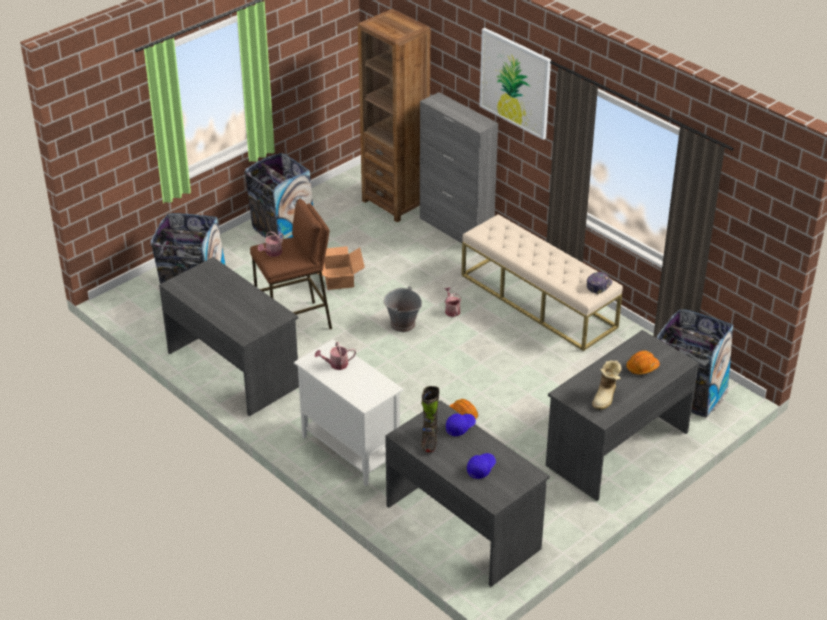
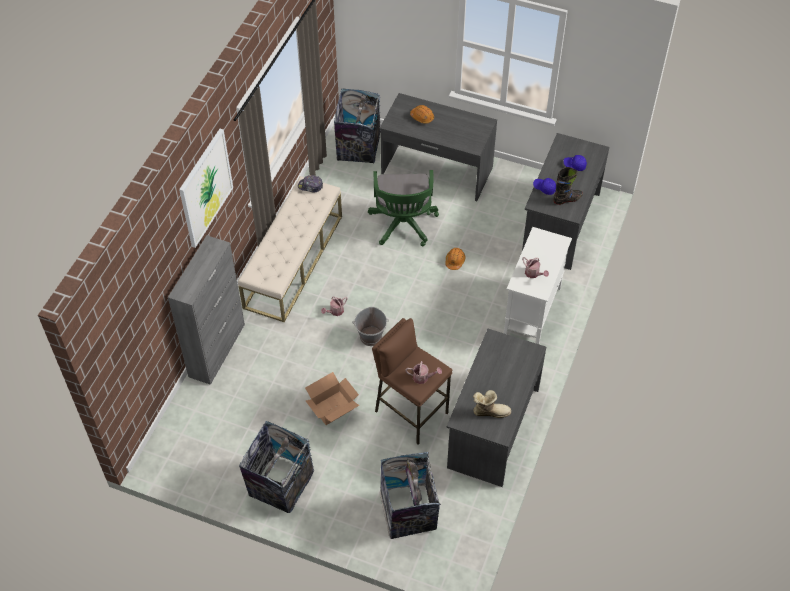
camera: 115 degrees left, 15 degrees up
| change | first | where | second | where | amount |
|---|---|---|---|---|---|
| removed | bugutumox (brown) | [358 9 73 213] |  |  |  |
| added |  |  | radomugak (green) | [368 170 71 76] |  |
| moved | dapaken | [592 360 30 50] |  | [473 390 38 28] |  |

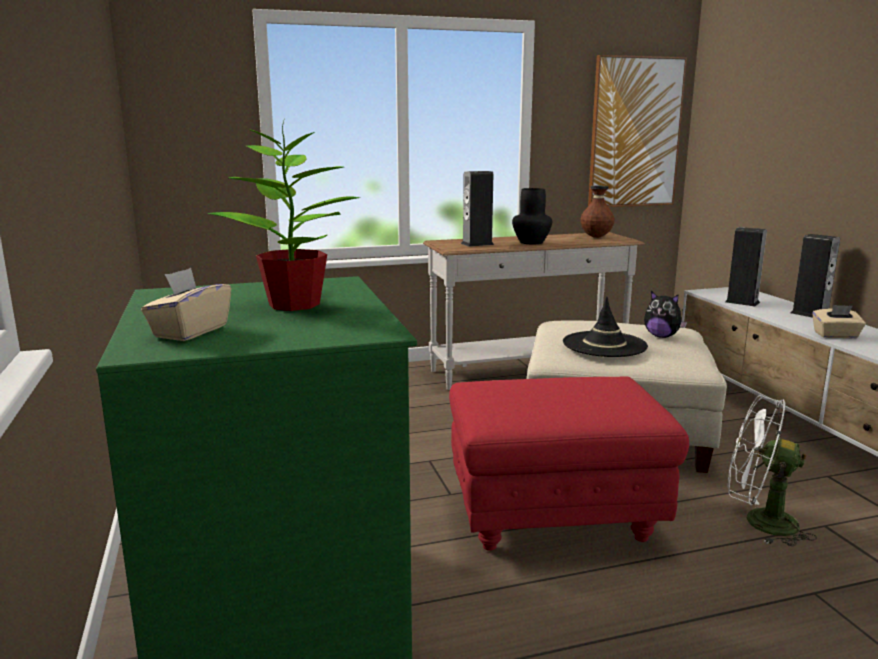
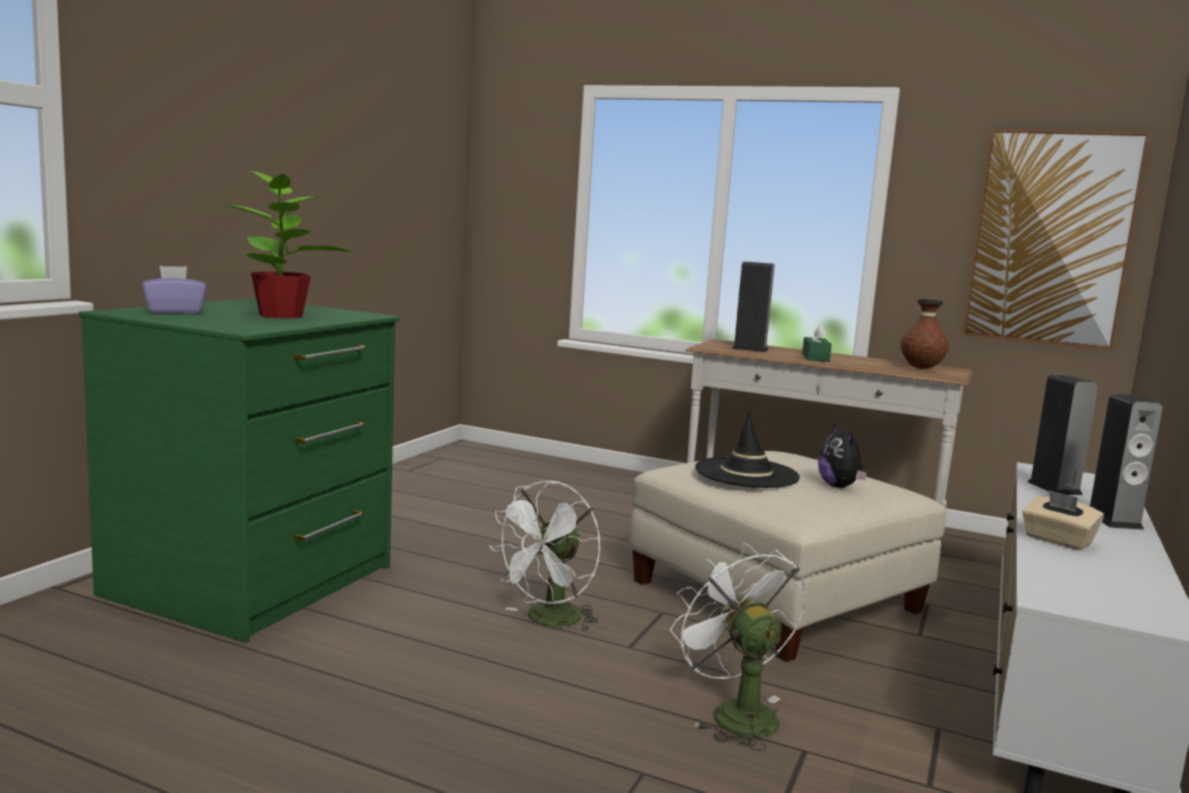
camera: 40 degrees right, 5 degrees down
| change | first | where | second | where | amount |
|---|---|---|---|---|---|
| replaced | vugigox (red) | [449 376 240 175] | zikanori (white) | [489 481 111 151] |  |
| replaced | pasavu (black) | [512 188 40 56] | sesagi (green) | [802 323 30 39] |  |
| recoloured | sesagi (beige) | [141 268 90 73] | sesagi (purple) | [142 266 65 48] |  |

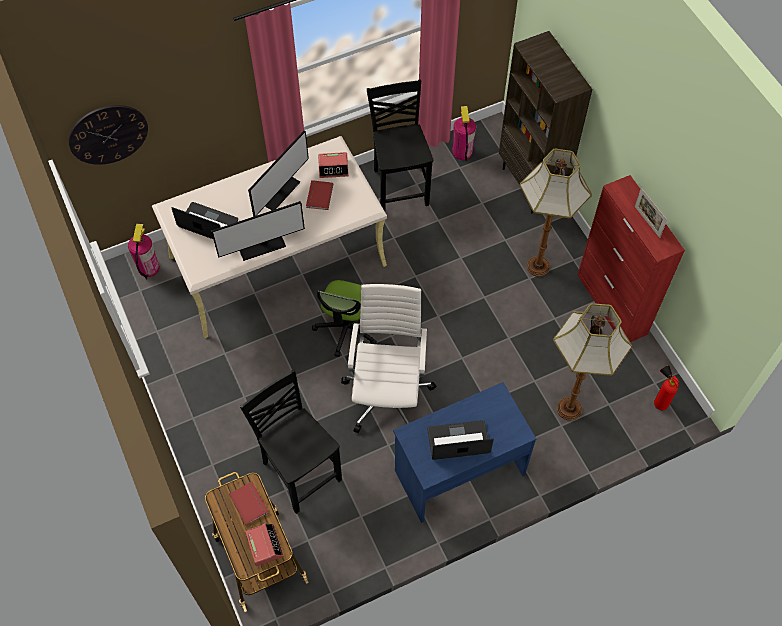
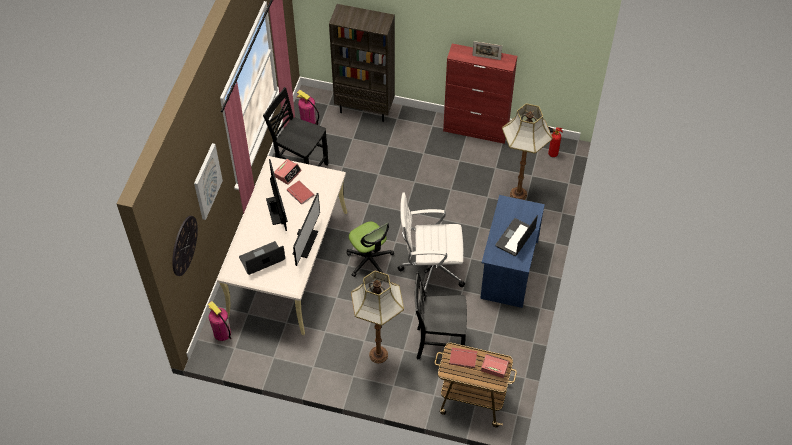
camera: 50 degrees left, 5 degrees down
| change | first | where | second | where | amount |
|---|---|---|---|---|---|
| added |  |  | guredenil | [194 143 29 77] |  |
| moved | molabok | [520 149 72 128] |  | [351 271 53 92] |  |
| turned | radomugak (white) | [341 284 95 149] |  | [398 192 67 105] | 45 degrees counterclockwise |

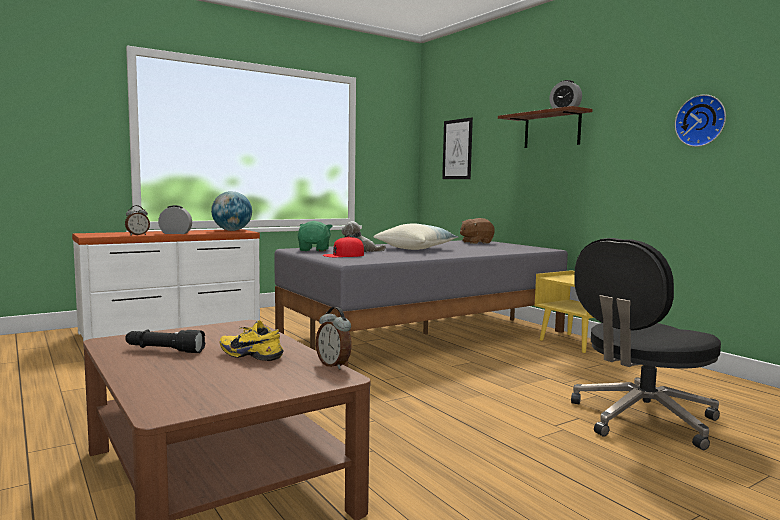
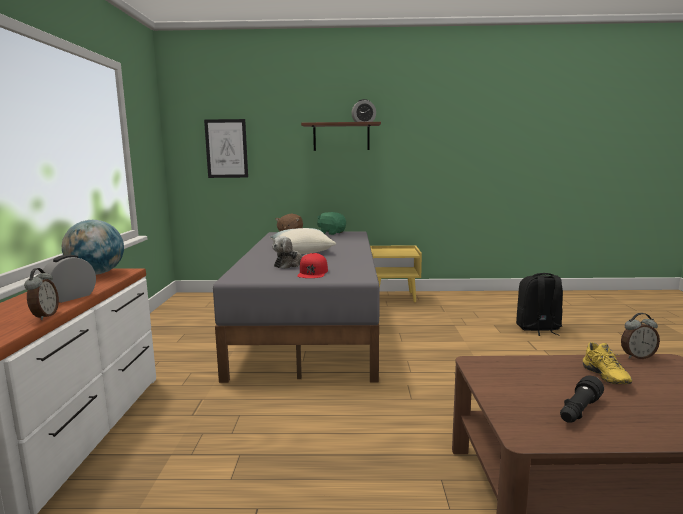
camera: 55 degrees left, 5 degrees up
| change | first | where | second | where | amount |
|---|---|---|---|---|---|
| removed | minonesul | [675 94 51 53] |  |  |  |
| moved | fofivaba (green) | [298 221 34 30] |  | [317 212 29 23] |  |
| replaced | radomugak (black) | [571 238 150 212] | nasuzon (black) | [516 273 47 63] |  |
| turned | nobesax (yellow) | [220 320 64 41] |  | [583 342 49 42] | 60 degrees counterclockwise |

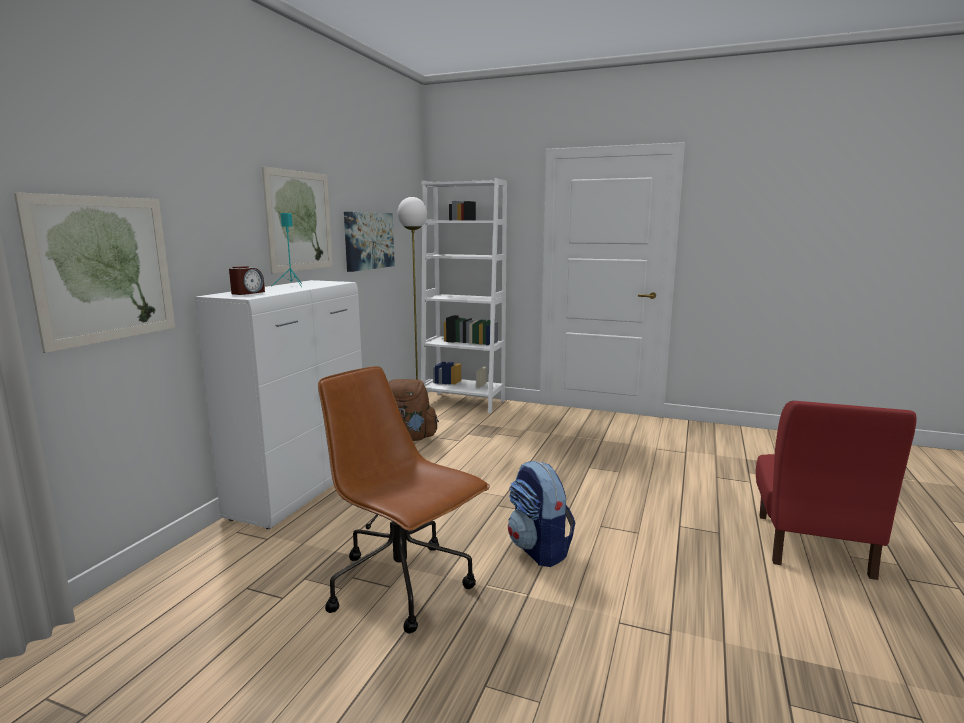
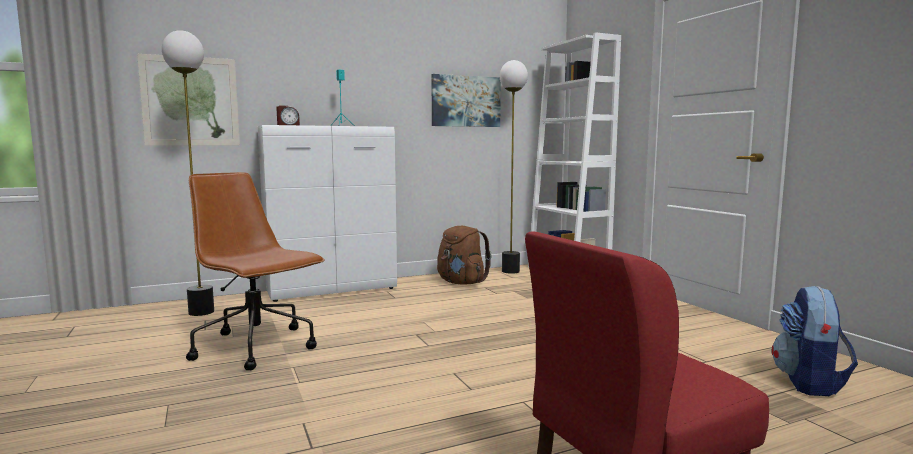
camera: 45 degrees right, 5 degrees down
| change | first | where | second | where | amount |
|---|---|---|---|---|---|
| removed | guredenil | [262 166 71 108] |  |  |  |
| added |  |  | molabok | [162 30 52 286] |  |
| moved | nasuzon | [508 461 67 106] |  | [772 286 86 110] |  |
| turned | radomugak (brown) | [318 366 172 268] |  | [186 172 139 198] | 45 degrees counterclockwise |

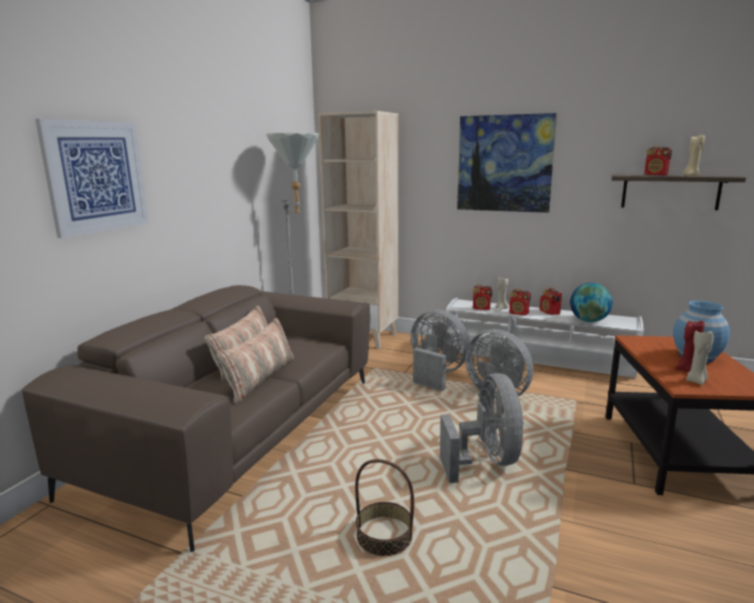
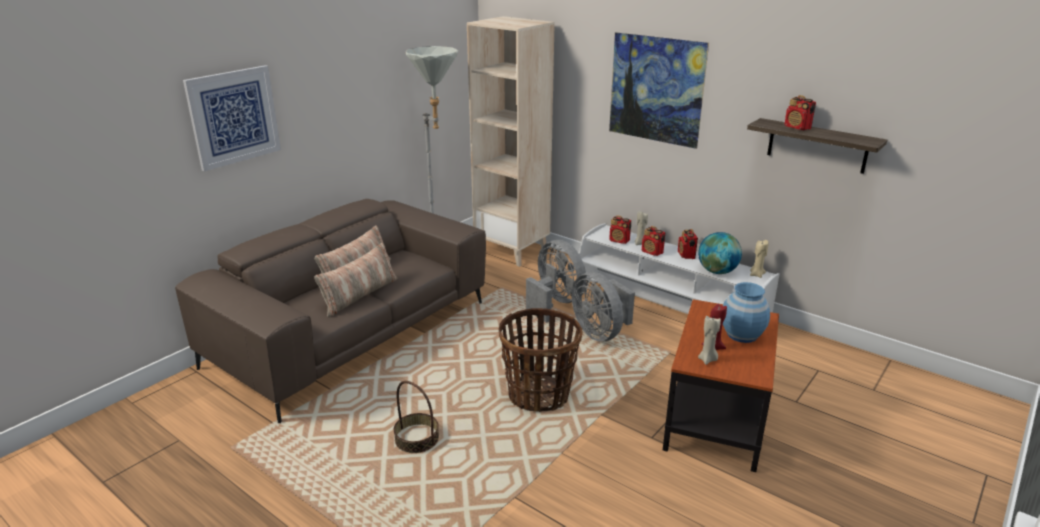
camera: 15 degrees right, 10 degrees up
| change | first | where | second | where | amount |
|---|---|---|---|---|---|
| moved | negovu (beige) | [683 135 22 41] |  | [750 240 19 38] |  |
| replaced | zikanori (grey) | [440 373 84 110] | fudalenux | [499 308 83 104] |  |

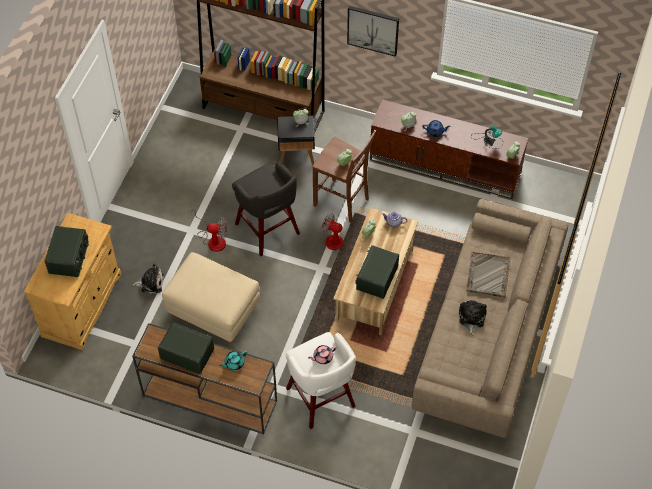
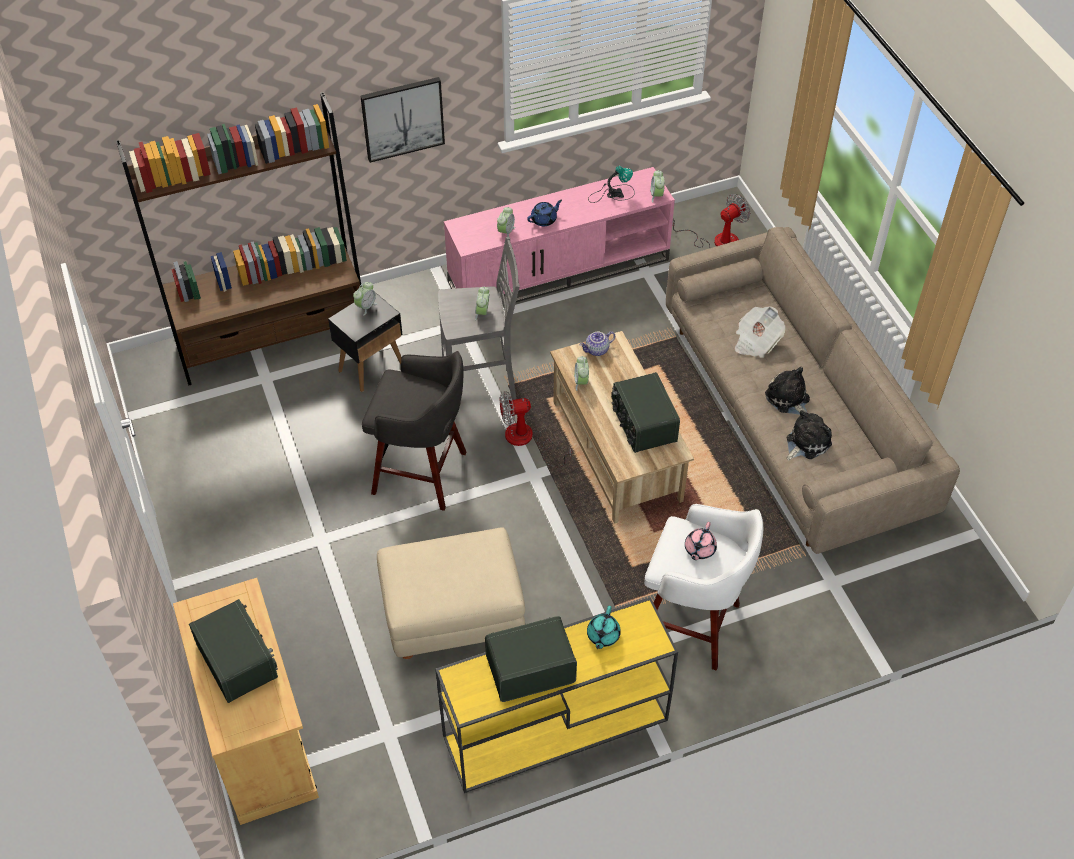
camera: 40 degrees left, 5 degrees down
| change | first | where | second | where | amount |
|---|---|---|---|---|---|
| moved | fofivaba | [132 264 32 30] |  | [787 410 45 50] |  |
| moved | zikanori | [191 209 36 43] |  | [672 194 79 54] |  |
| replaced | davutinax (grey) | [467 251 43 46] | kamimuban | [735 307 50 51] |  |
| recoloured | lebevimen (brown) | [132 323 145 111] | lebevimen (yellow) | [435 597 243 196] |  |
| recoloured | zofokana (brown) | [313 130 63 93] | zofokana (grey) | [438 237 82 163] |  |
| recoloured | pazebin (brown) | [370 99 158 100] | pazebin (pink) | [444 167 231 139] |  |

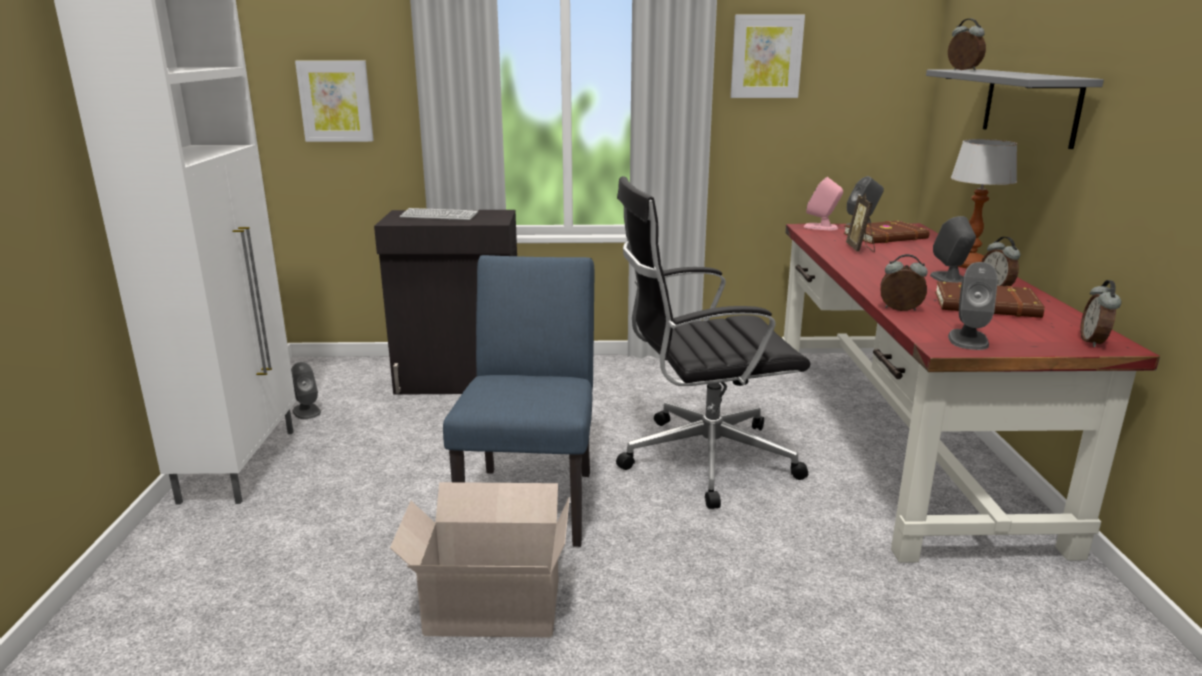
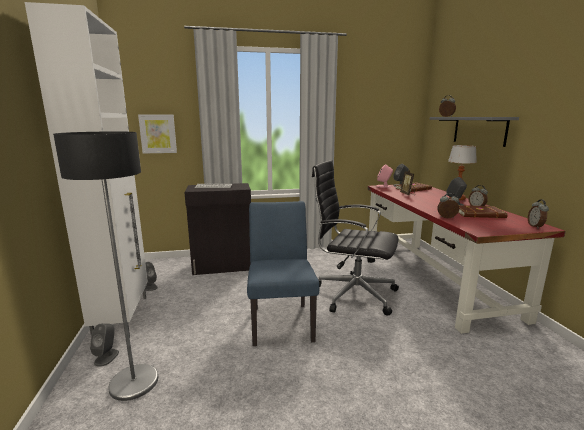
camera: 10 degrees left, 5 degrees down
| change | first | where | second | where | amount |
|---|---|---|---|---|---|
| removed | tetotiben | [390 482 180 155] |  |  |  |
| removed | guredenil | [730 15 75 83] |  |  |  |
| added |  |  | molabok | [53 131 105 270] |  |
| moved | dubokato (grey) | [948 262 50 88] |  | [90 324 29 43] |  |
| turned | radomugak (black) | [616 176 194 333] |  | [312 160 87 156] | 45 degrees clockwise |

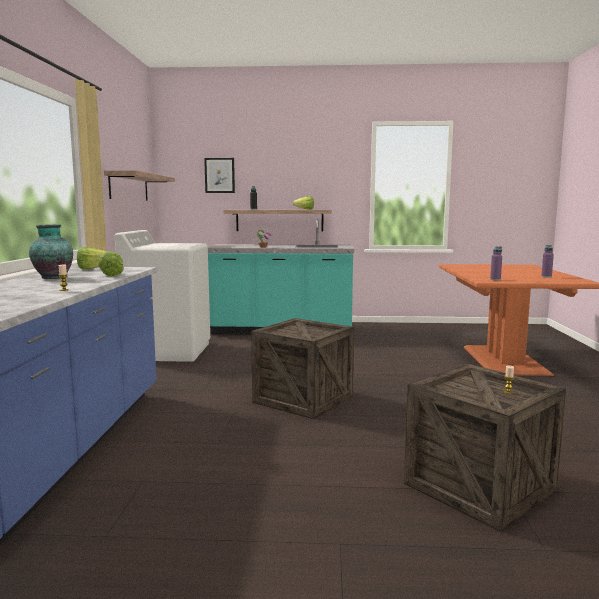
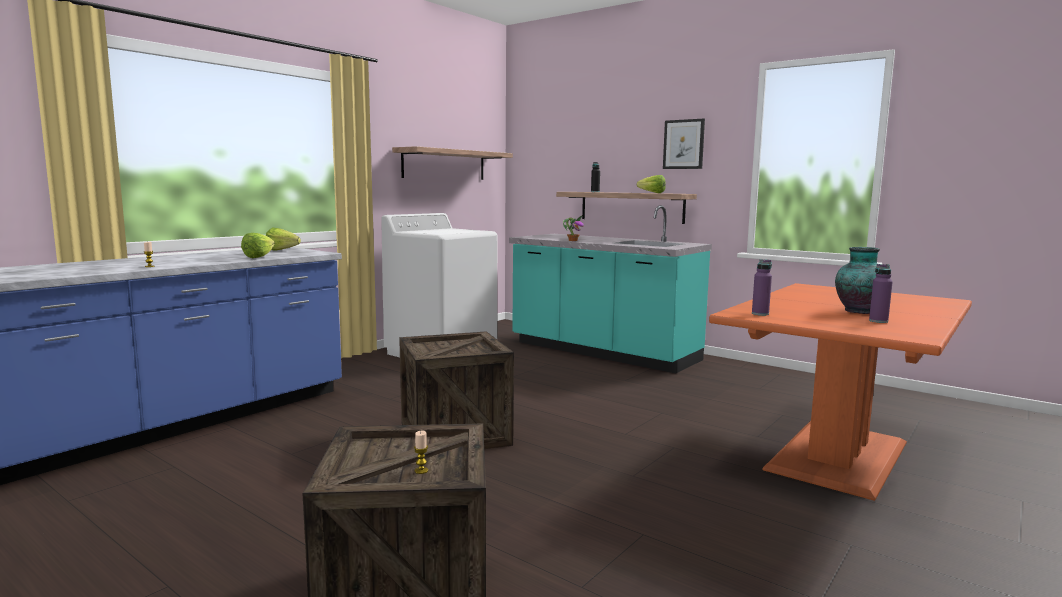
camera: 35 degrees right, 0 degrees up
| change | first | where | second | where | amount |
|---|---|---|---|---|---|
| moved | pasavu | [29 224 44 55] |  | [835 247 45 67] |  |
| moved | guredenil | [204 158 31 35] |  | [663 119 42 50] |  |

